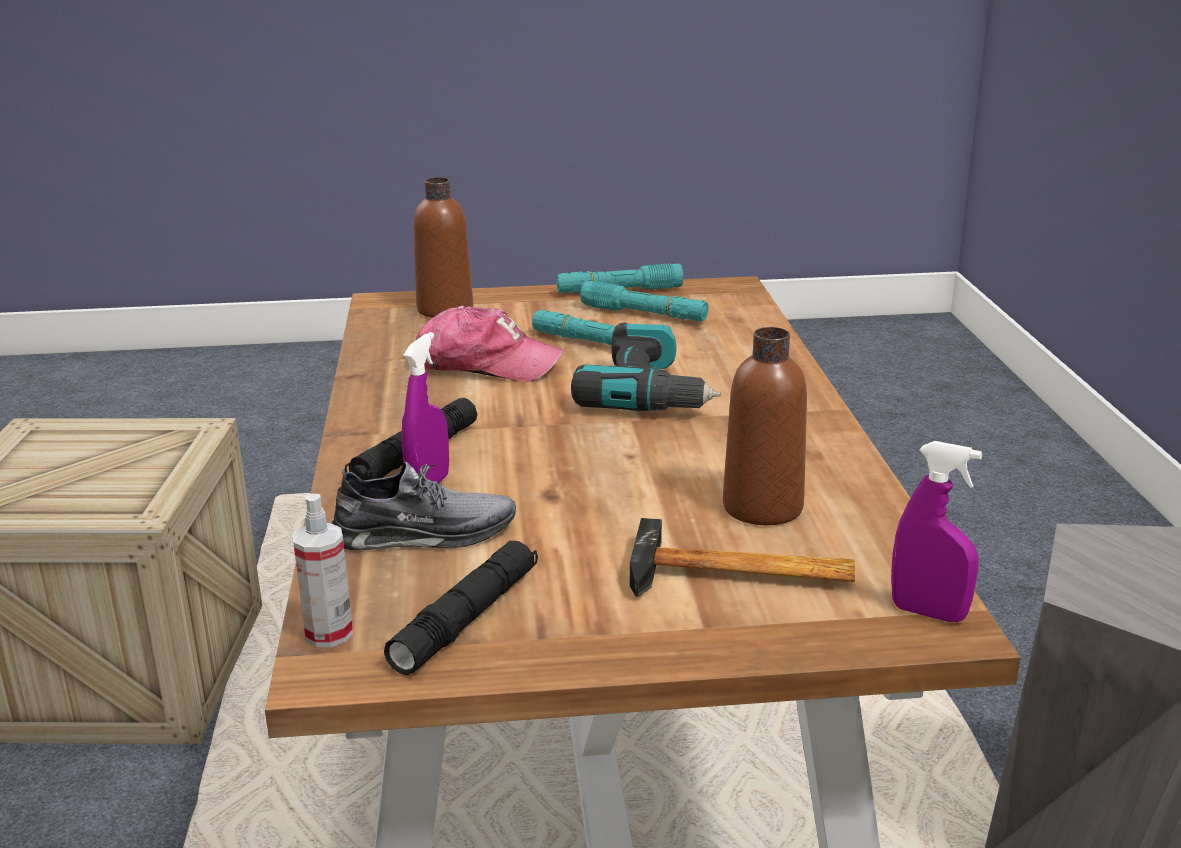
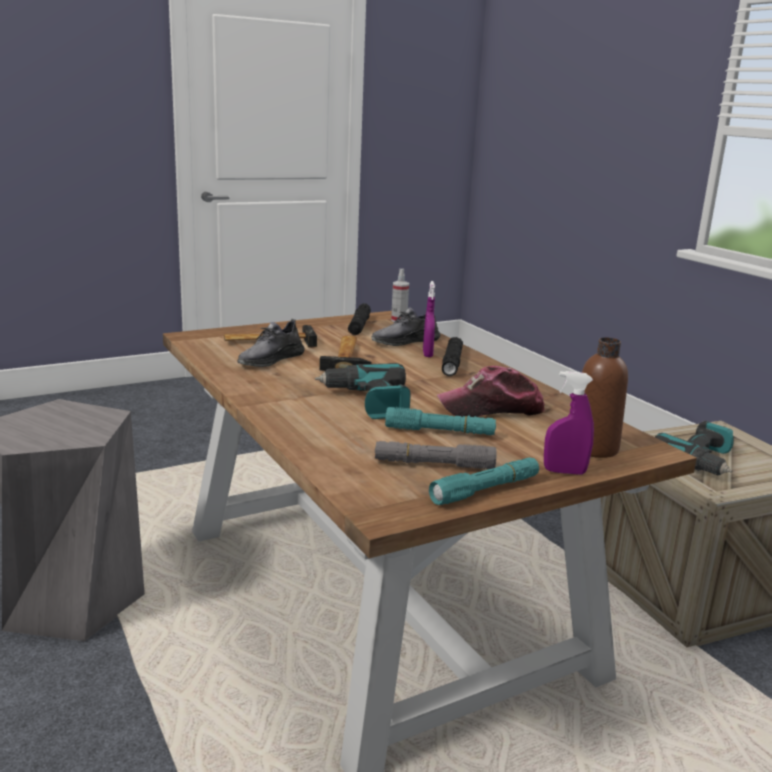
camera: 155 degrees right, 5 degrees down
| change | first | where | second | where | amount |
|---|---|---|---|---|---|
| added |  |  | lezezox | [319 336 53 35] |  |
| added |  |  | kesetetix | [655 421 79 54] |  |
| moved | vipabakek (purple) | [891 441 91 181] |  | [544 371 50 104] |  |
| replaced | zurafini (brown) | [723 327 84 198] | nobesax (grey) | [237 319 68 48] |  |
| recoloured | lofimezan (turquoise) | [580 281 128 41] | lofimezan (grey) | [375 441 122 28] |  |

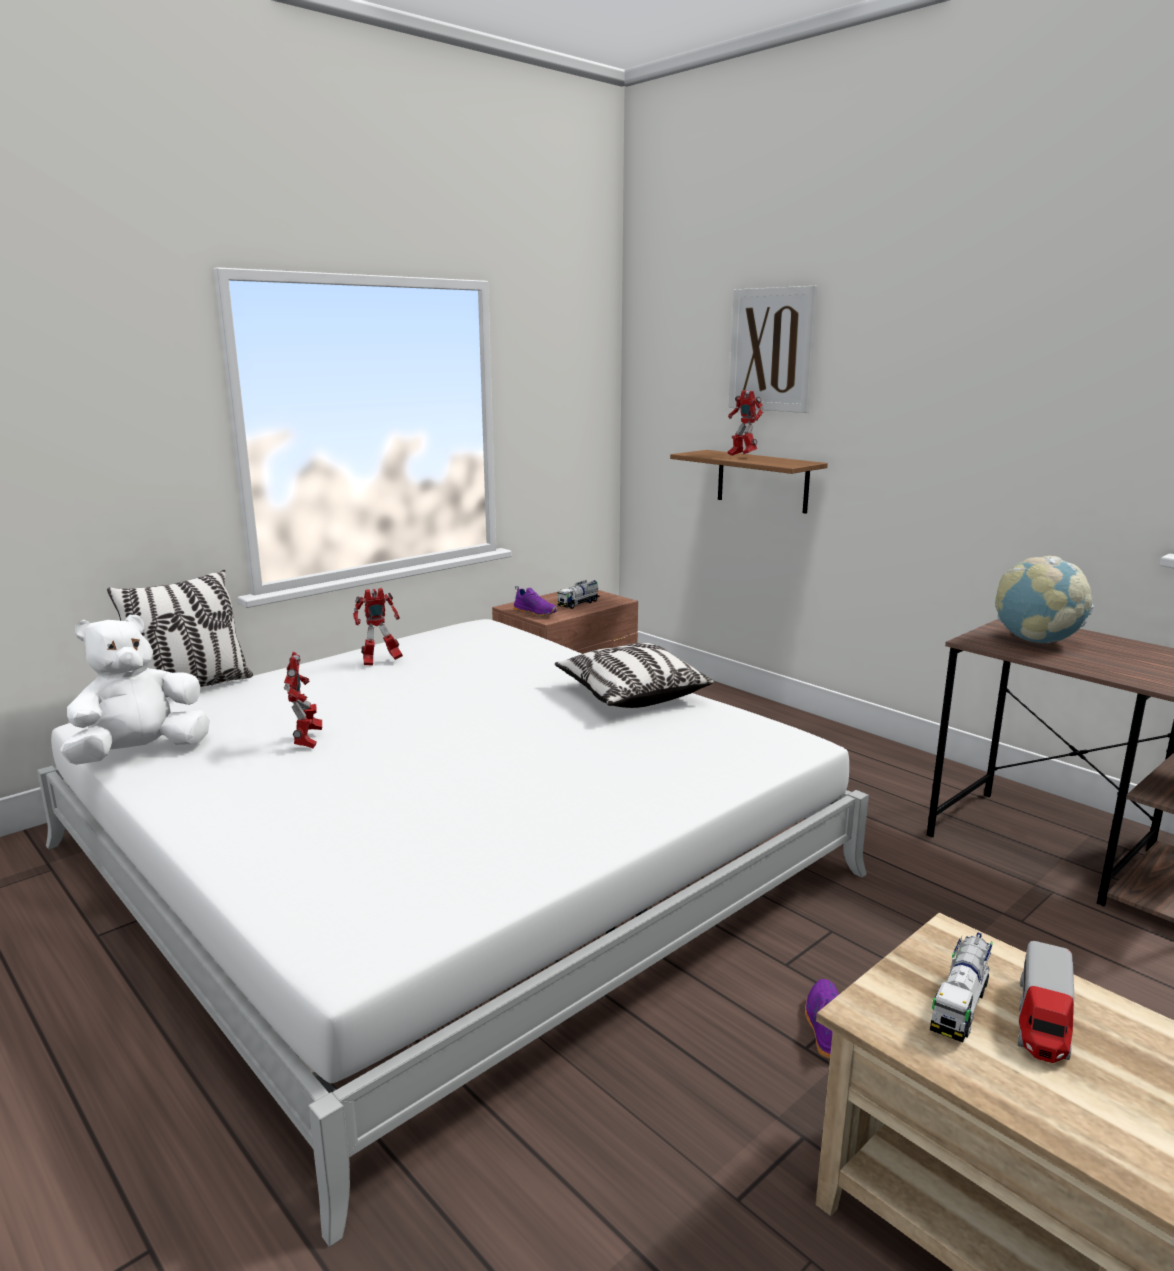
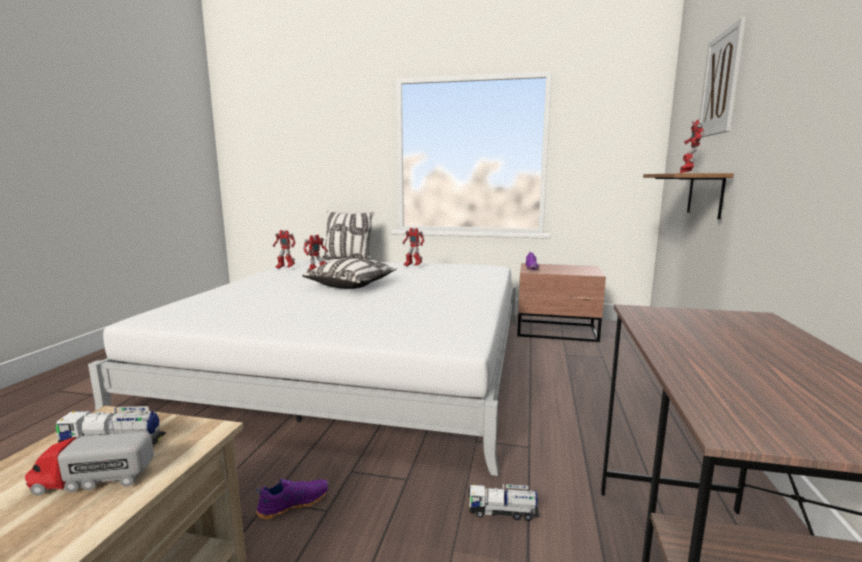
camera: 55 degrees right, 5 degrees down
| change | first | where | second | where | amount |
|---|---|---|---|---|---|
| removed | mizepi | [995 556 99 87] |  |  |  |
| moved | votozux | [555 643 159 65] |  | [302 258 95 31] |  |
| moved | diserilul | [558 580 42 29] |  | [468 484 71 37] |  |
| replaced | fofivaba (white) | [60 615 150 150] | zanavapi | [273 230 23 39] |  |

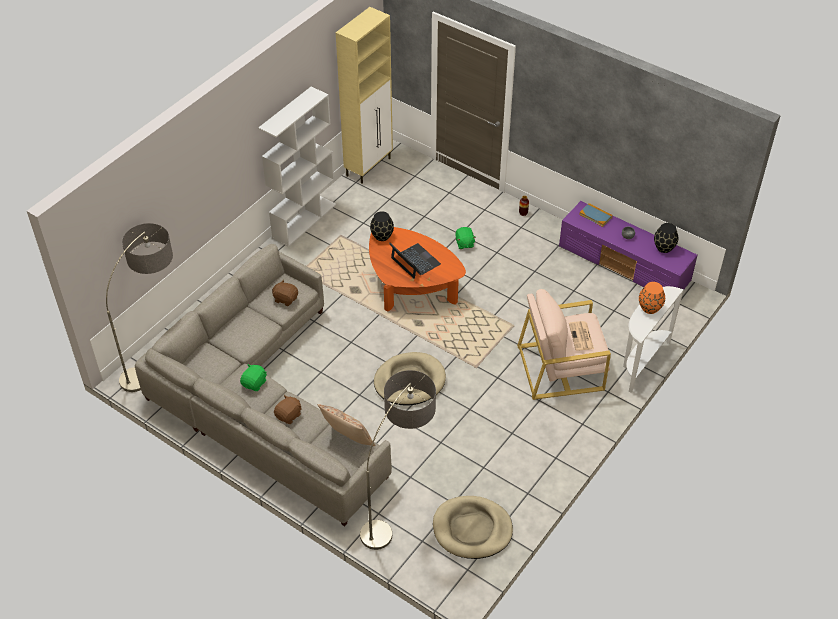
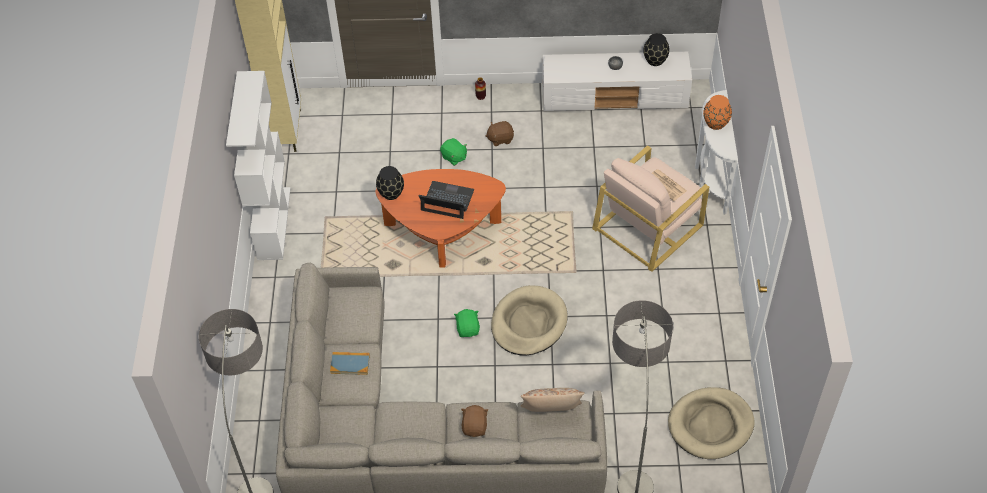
camera: 35 degrees left, 5 degrees up
| change | first | where | second | where | amount |
|---|---|---|---|---|---|
| moved | fofivaba (green) | [240 364 27 27] |  | [454 309 26 28] |  |
| moved | fofivaba (brown) | [272 280 26 26] |  | [486 121 28 25] |  |
| moved | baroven | [579 203 34 24] |  | [330 352 40 23] |  |
| recoloured | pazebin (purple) | [559 201 138 88] | pazebin (white) | [542 52 150 59] |  |

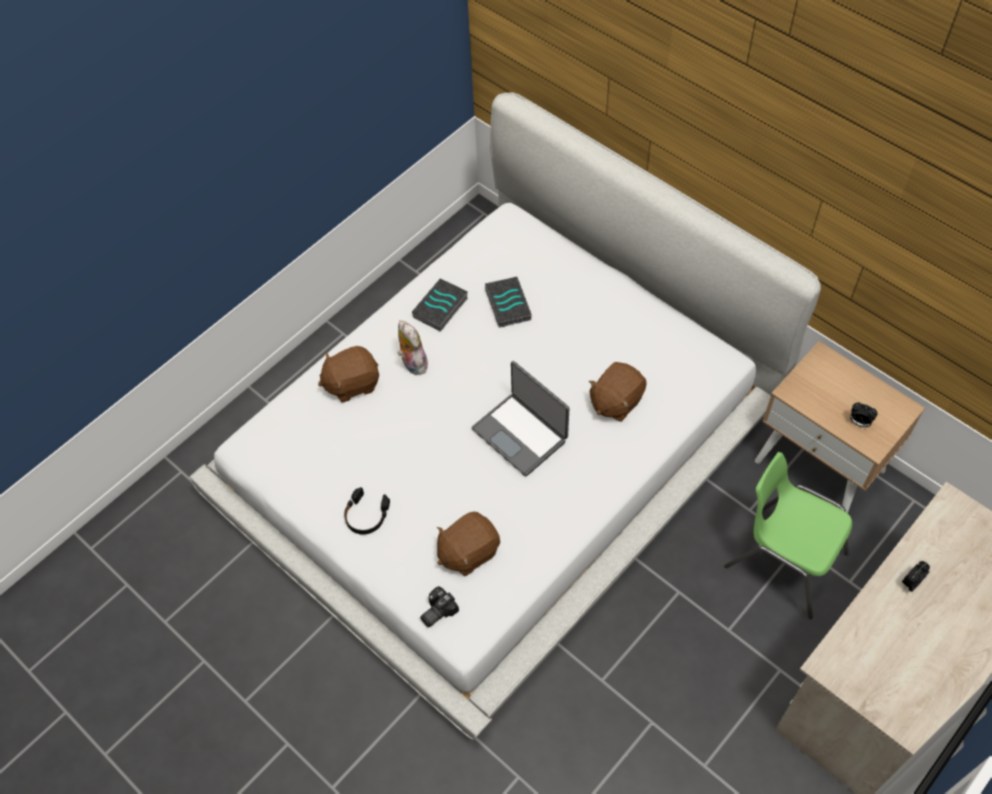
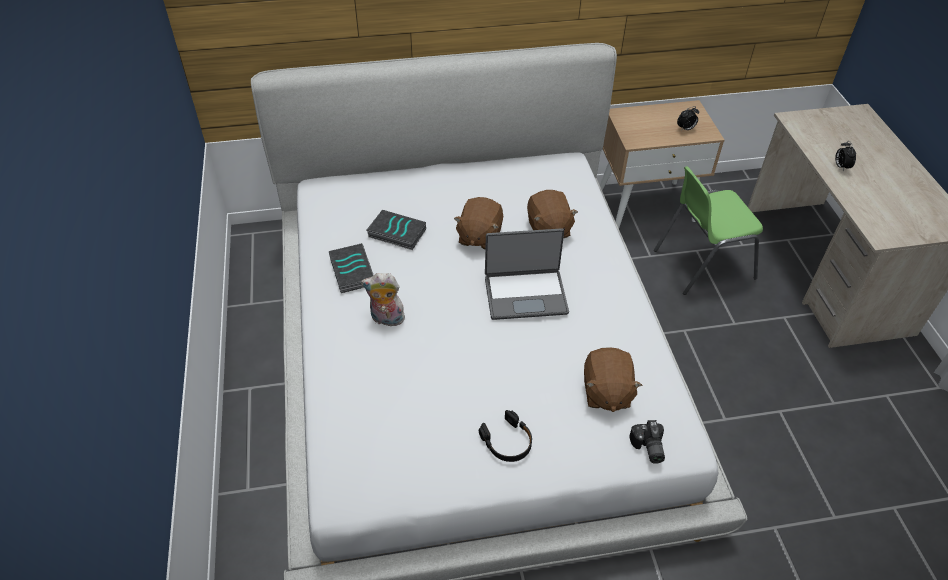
camera: 55 degrees left, 10 degrees down
| change | first | where | second | where | amount |
|---|---|---|---|---|---|
| moved | fofivaba (brown) | [318 346 61 57] |  | [454 197 49 52] |  |

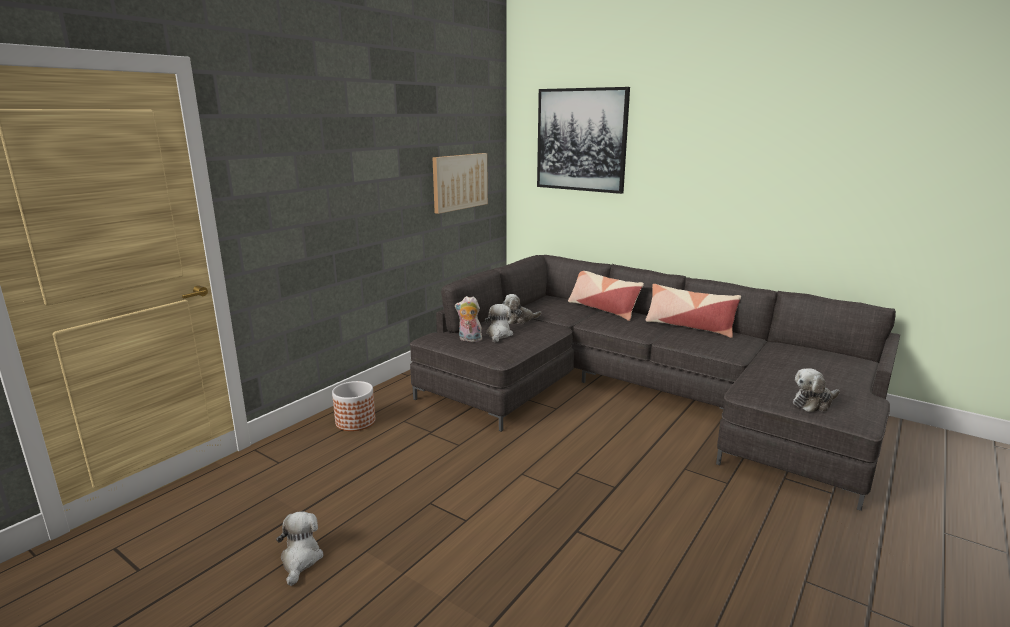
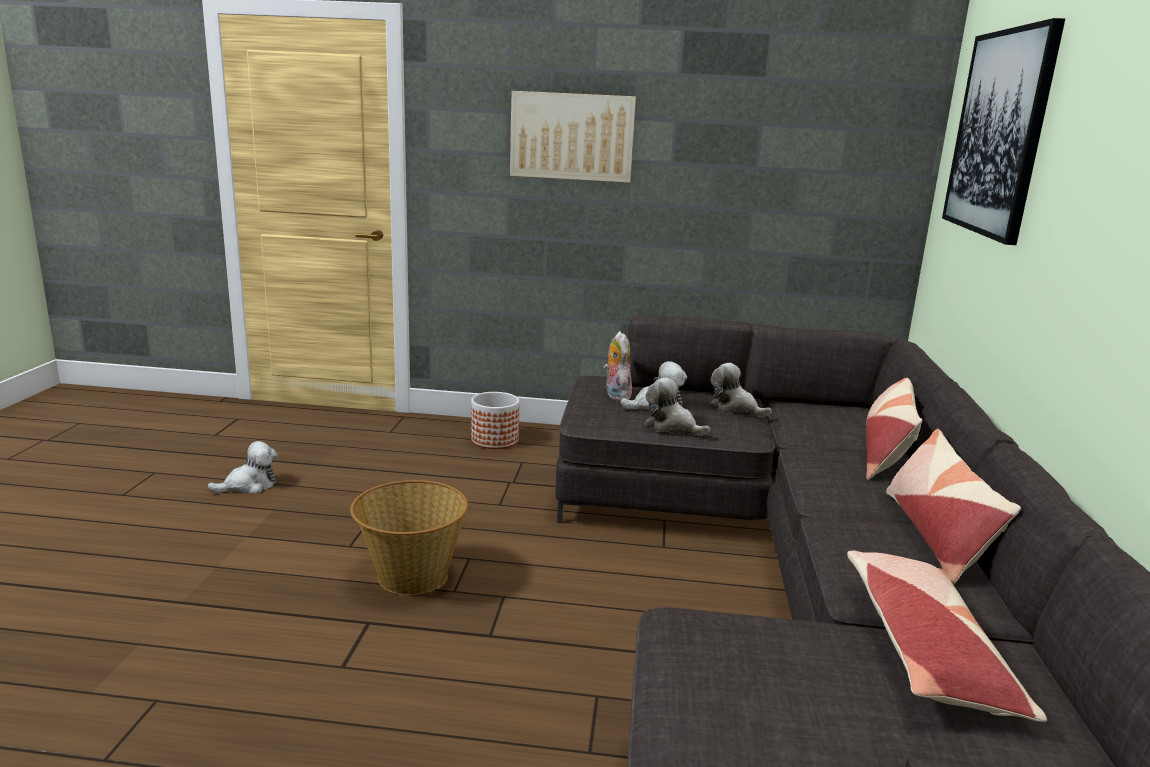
camera: 60 degrees right, 0 degrees up
| change | first | where | second | where | amount |
|---|---|---|---|---|---|
| added |  |  | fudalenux | [350 480 118 115] |  |
| added |  |  | votozux | [847 550 200 172] |  |
| moved | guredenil | [432 153 56 61] |  | [510 91 126 92] |  |
| moved | fofivaba | [793 368 47 44] |  | [644 378 66 58] |  |

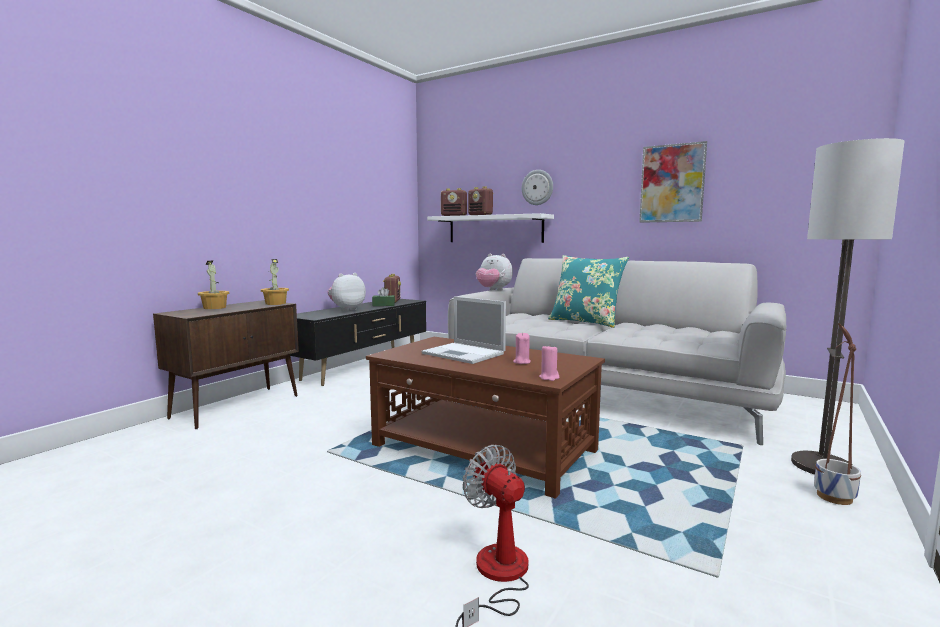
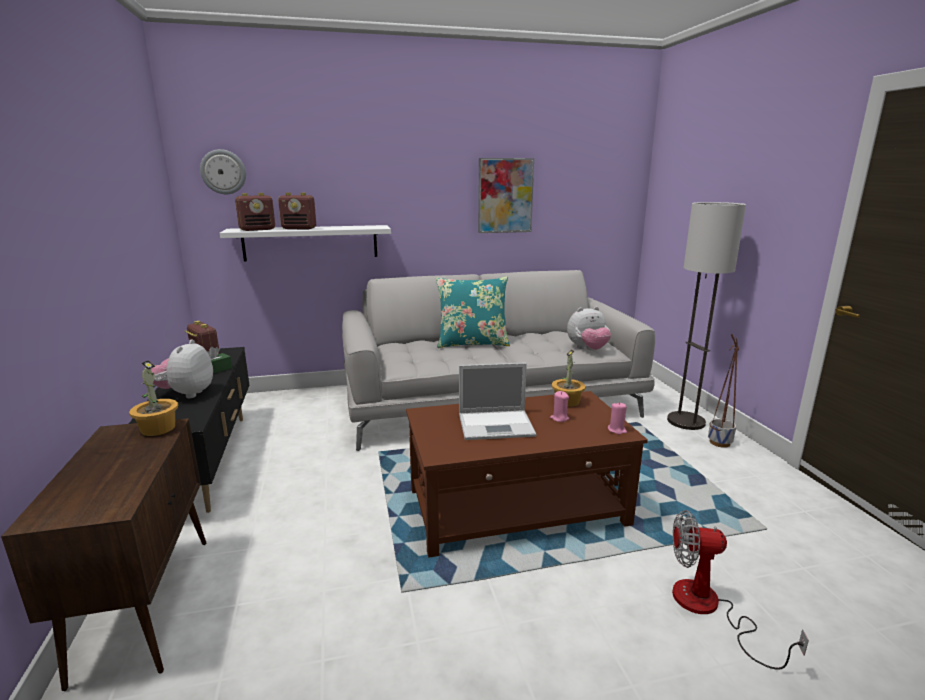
camera: 45 degrees left, 10 degrees up
| change | first | where | second | where | amount |
|---|---|---|---|---|---|
| moved | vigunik | [198 261 31 48] |  | [552 349 34 58] |  |
| moved | fofivaba | [476 253 37 38] |  | [567 307 44 43] |  |
| moved | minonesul | [522 170 31 35] |  | [200 149 46 45] |  |

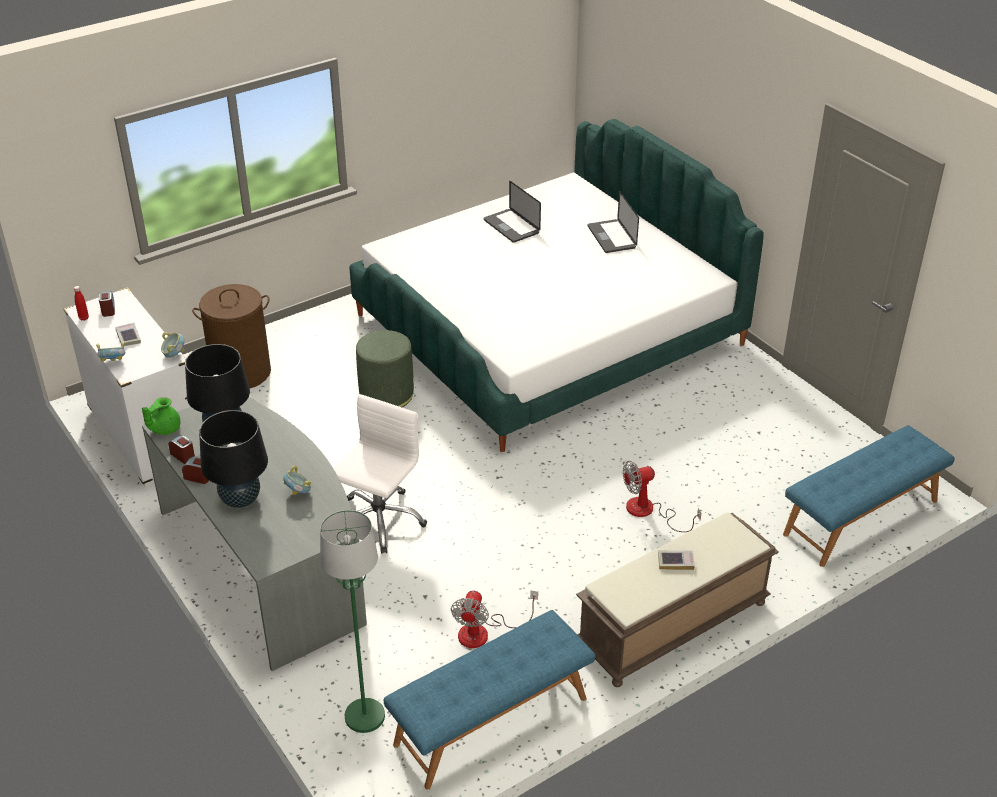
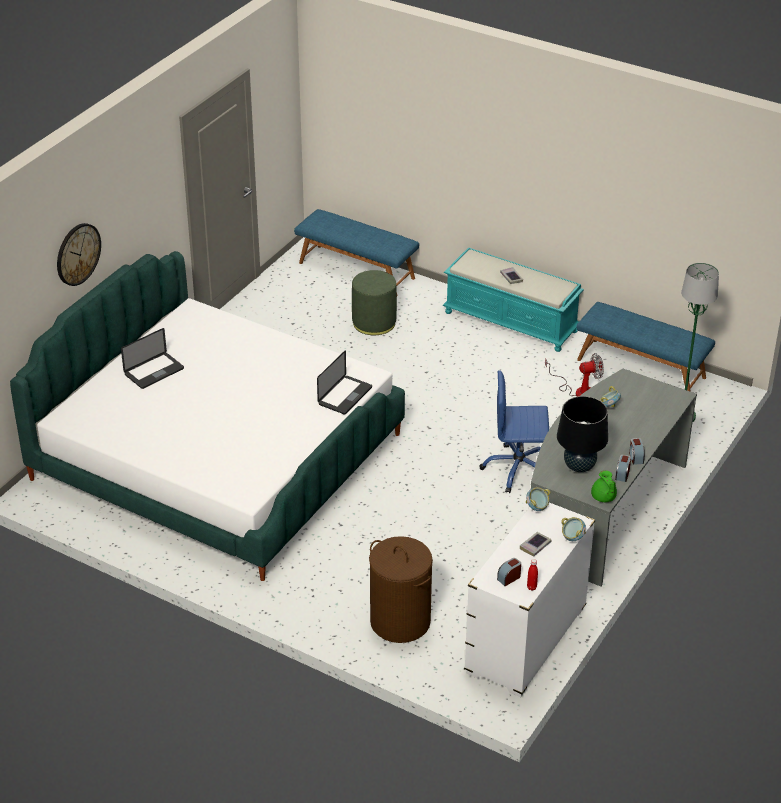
camera: 115 degrees left, 0 degrees up
| change | first | where | second | where | amount |
|---|---|---|---|---|---|
| removed | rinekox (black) | [199 410 69 98] |  |  |  |
| removed | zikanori | [623 461 78 71] |  |  |  |
| added |  |  | minonesul | [57 223 44 63] |  |
| moved | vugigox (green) | [356 330 58 77] |  | [352 270 45 65] |  |
| moved | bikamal | [484 181 57 62] |  | [317 350 55 65] |  |
| recoloured | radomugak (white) | [334 394 93 160] | radomugak (blue) | [480 370 69 123] |  |
| recoloured | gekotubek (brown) | [576 512 203 175] | gekotubek (turquoise) | [443 247 141 105] |  |
| turned | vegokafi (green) | [142 397 38 38] |  | [591 470 26 32] | 60 degrees clockwise |

